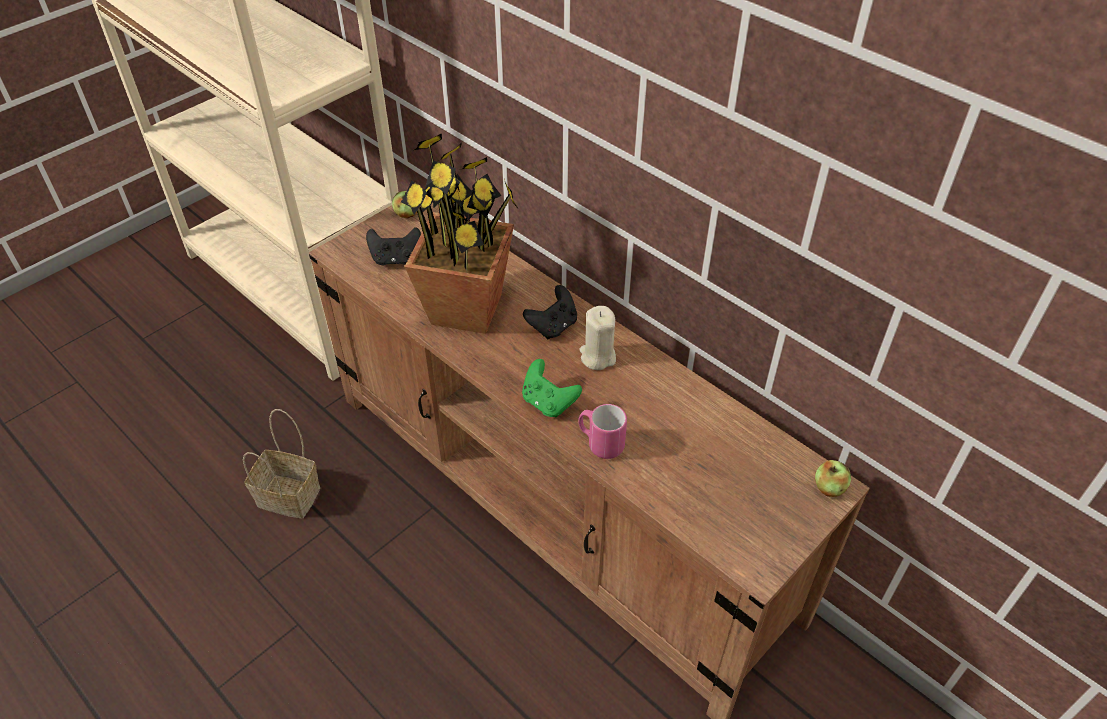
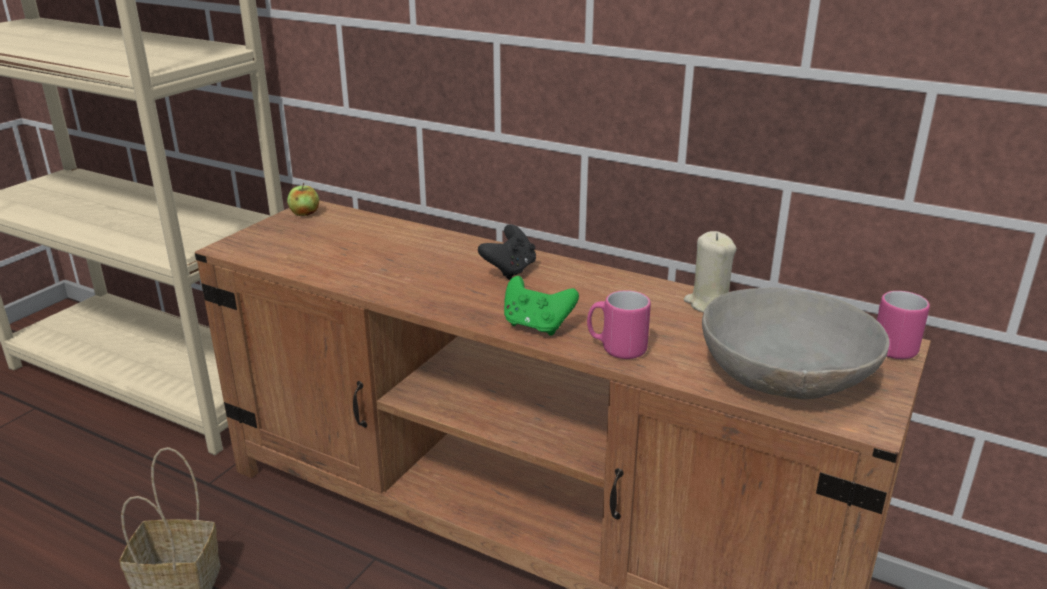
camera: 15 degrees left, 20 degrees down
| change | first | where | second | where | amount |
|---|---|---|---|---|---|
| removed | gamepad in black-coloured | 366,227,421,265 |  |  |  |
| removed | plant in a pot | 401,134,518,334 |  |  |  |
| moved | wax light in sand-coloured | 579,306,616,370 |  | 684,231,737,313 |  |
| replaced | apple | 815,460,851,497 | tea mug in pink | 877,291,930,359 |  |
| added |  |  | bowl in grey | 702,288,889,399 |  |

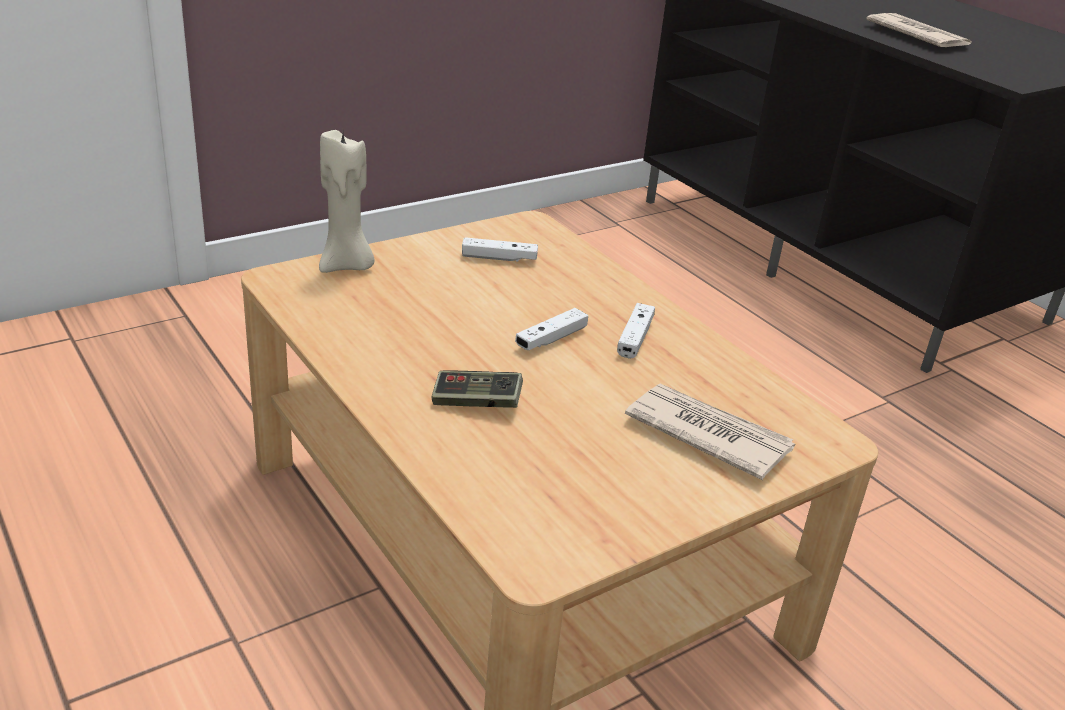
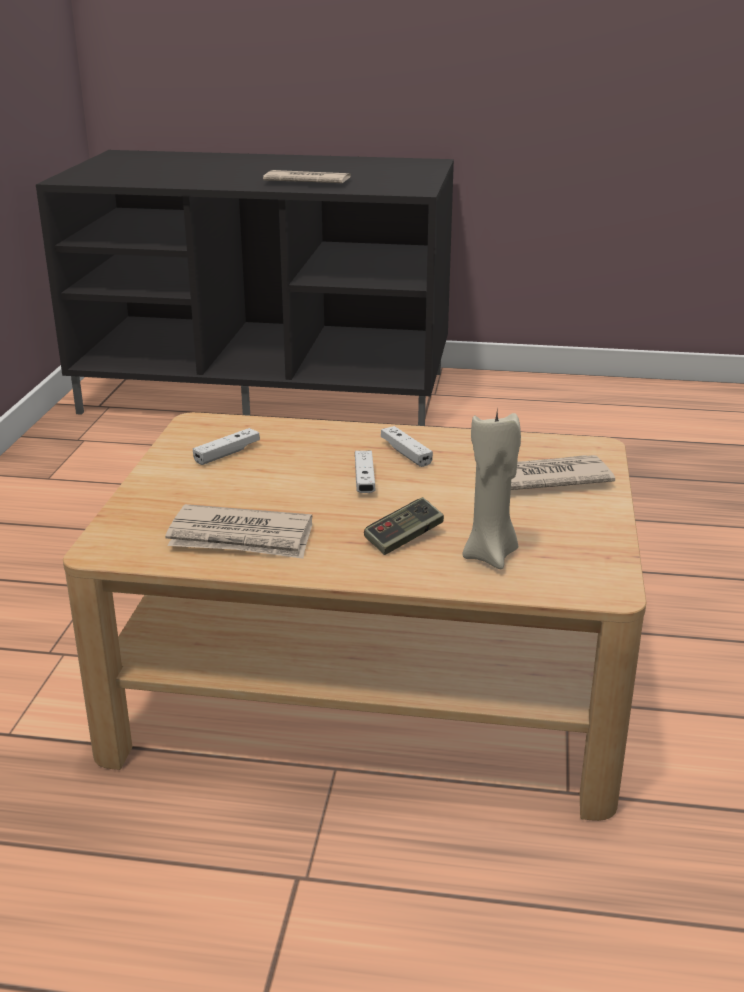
camera: 45 degrees left, 5 degrees down
| change | first | where | second | where | amount |
|---|---|---|---|---|---|
| moved | wax light in sand-coloured | 319,130,374,273 |  | 462,410,521,570 |  |
| added |  |  | newspaper | 165,504,312,559 |  |

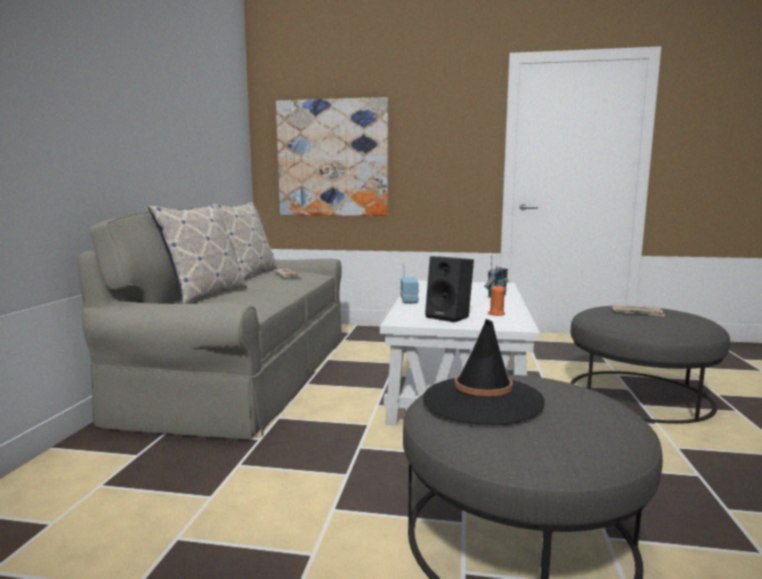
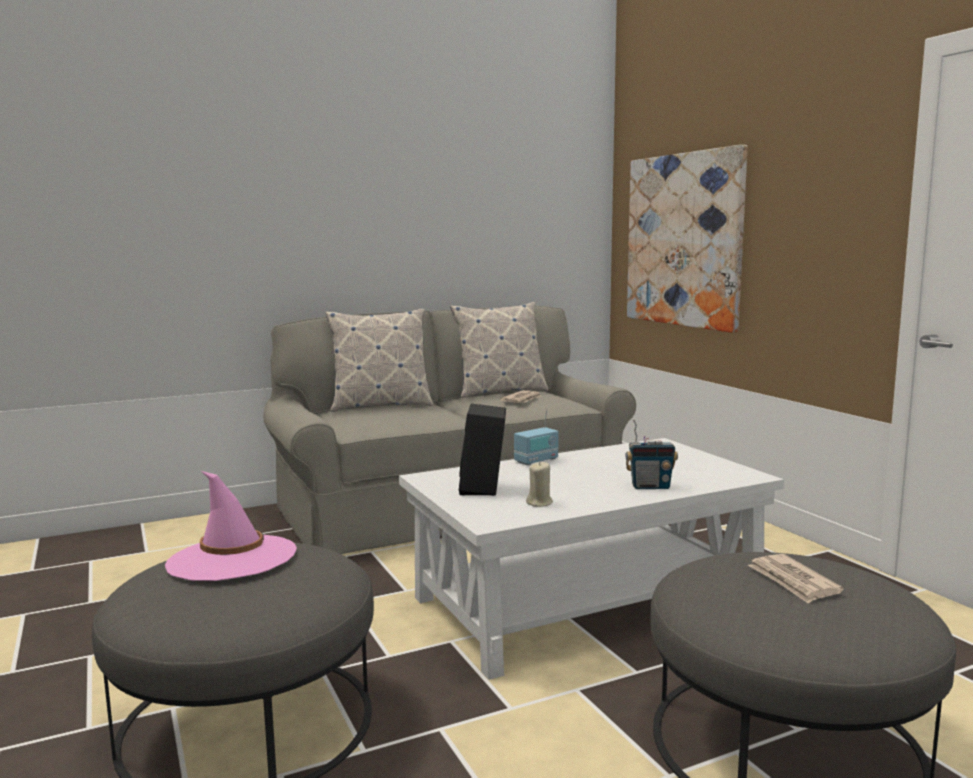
camera: 55 degrees right, 0 degrees up
| change | first | where | second | where | amount |
|---|---|---|---|---|---|
| recoloured | hat in black-coloured | 423,319,545,425 | hat in pink | 165,471,297,581 |  |
| recoloured | wax light in orange | 488,285,505,316 | wax light in sand-coloured | 526,462,553,507 |  |

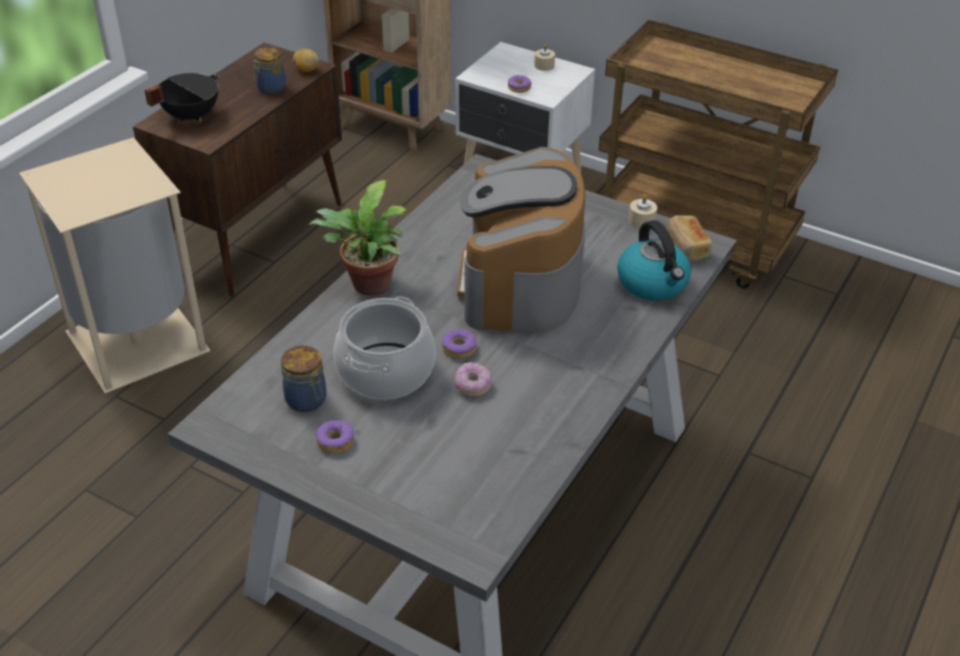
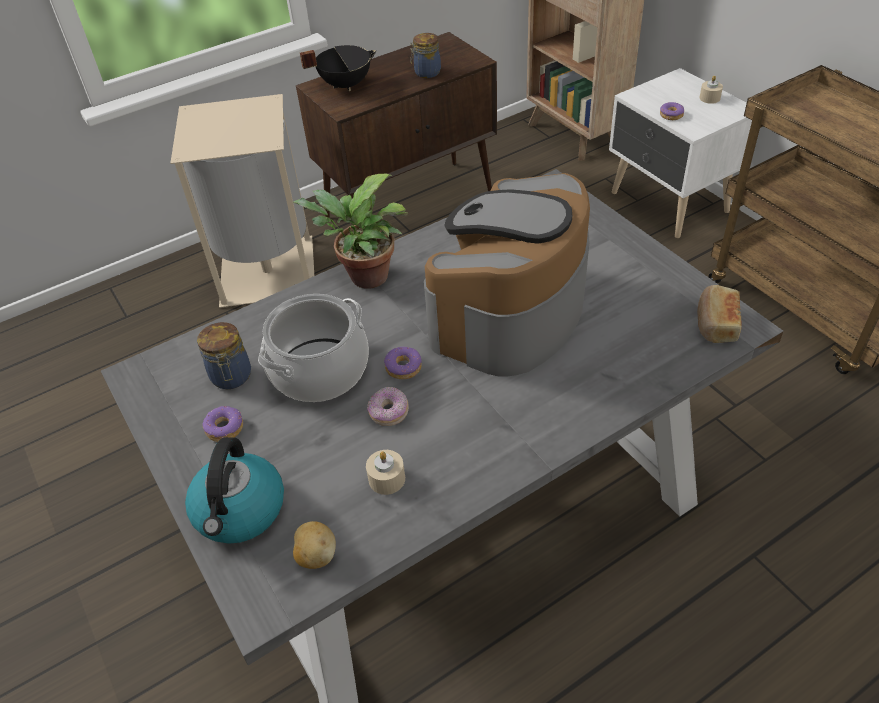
camera: 30 degrees right, 5 degrees up
| change | first | where | second | where | amount |
|---|---|---|---|---|---|
| moved | whole potato | 293,49,318,72 |  | 293,521,336,569 |  |
| moved | water kettle | 617,220,691,300 |  | 185,437,284,543 |  |
| moved | wax light in sand-coloured | 628,194,657,229 |  | 366,450,405,495 |  |

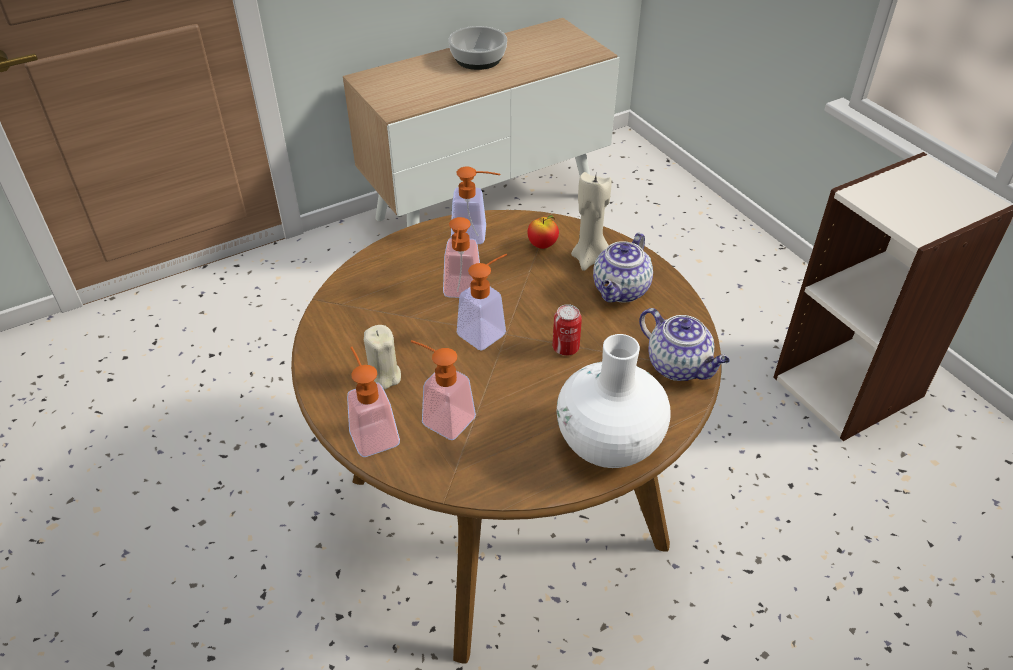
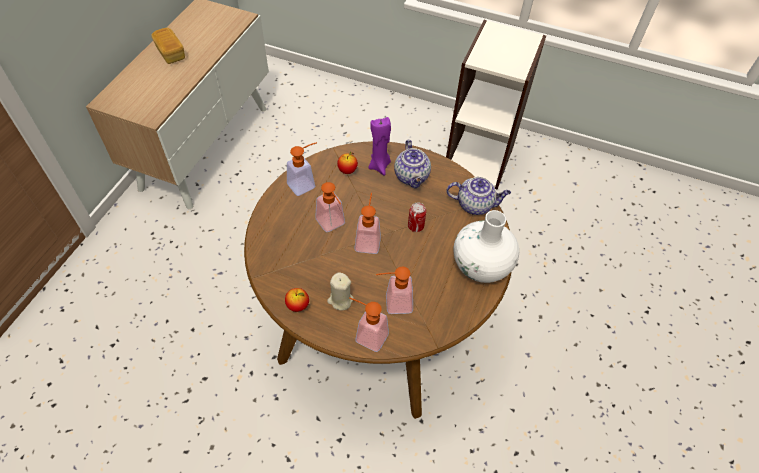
camera: 40 degrees left, 10 degrees up
| change | first | where | second | where | amount |
|---|---|---|---|---|---|
| replaced | bowl | 448,26,507,70 | bakery bread | 151,28,185,64 |  |
| recoloured | wax light in sand-coloured | 571,172,612,271 | wax light in purplish | 368,117,391,176 |  |
| added |  |  | apple | 285,288,309,312 |  |

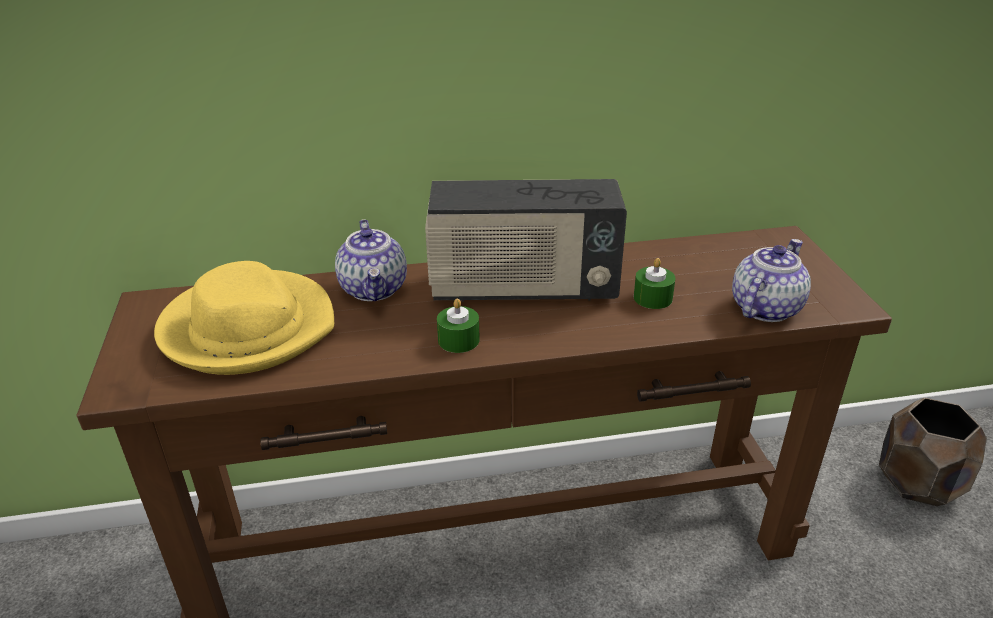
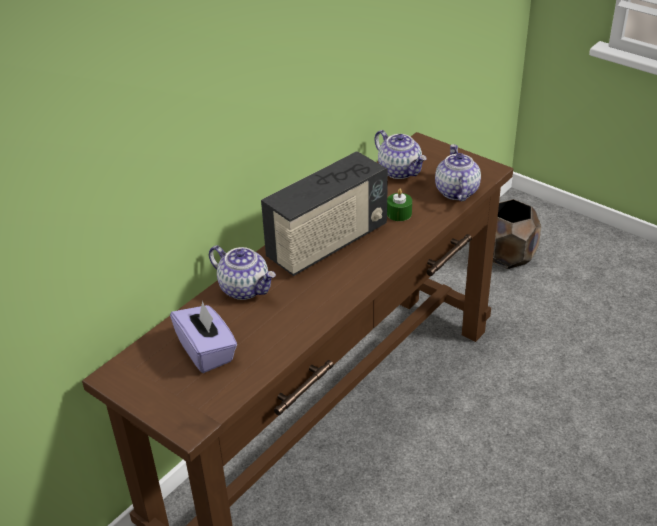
camera: 40 degrees left, 5 degrees up
| change | first | where | second | where | amount |
|---|---|---|---|---|---|
| replaced | hat in yellow-coloured | 154,261,334,375 | tissue box in purplish | 170,301,237,373 |  |
| removed | wax light in green | 437,298,480,353 |  |  |  |
| added |  |  | tea pot | 374,130,427,179 |  |

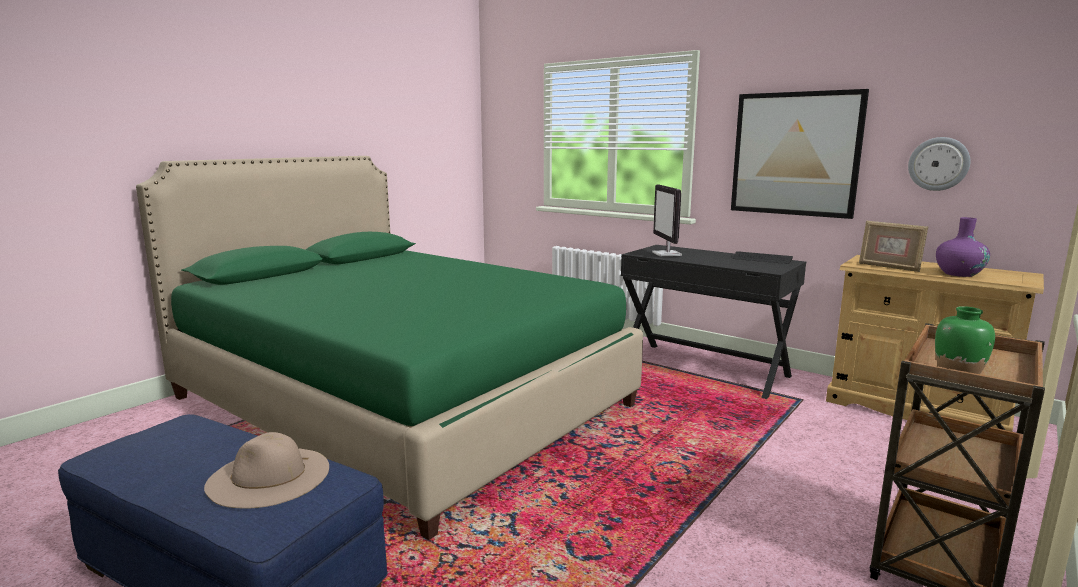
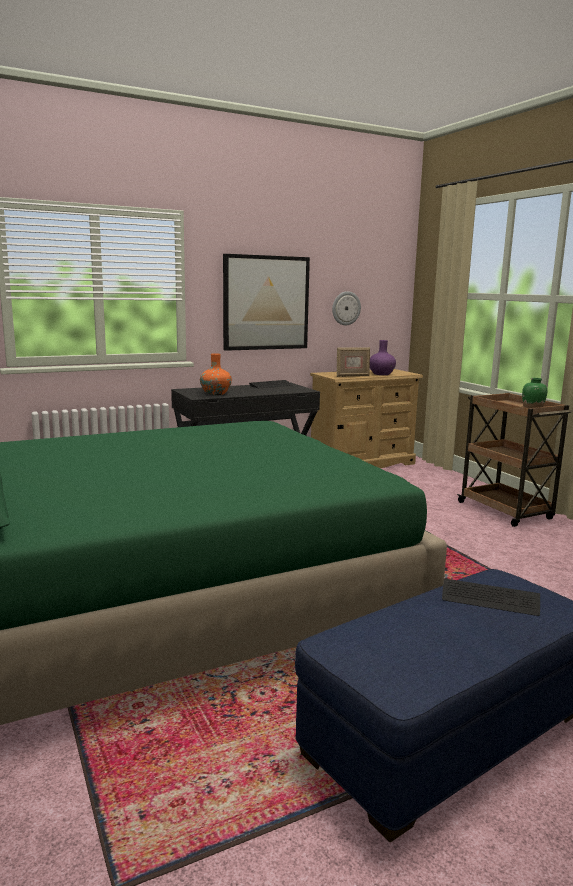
camera: 65 degrees left, 0 degrees up
| change | first | where | second | where | amount |
|---|---|---|---|---|---|
| replaced | hat in sand-coloured | 204,432,329,509 | PC keyboard | 442,578,540,616 |  |
| replaced | monitor | 652,185,682,256 | vase in orange | 200,353,232,395 |  |

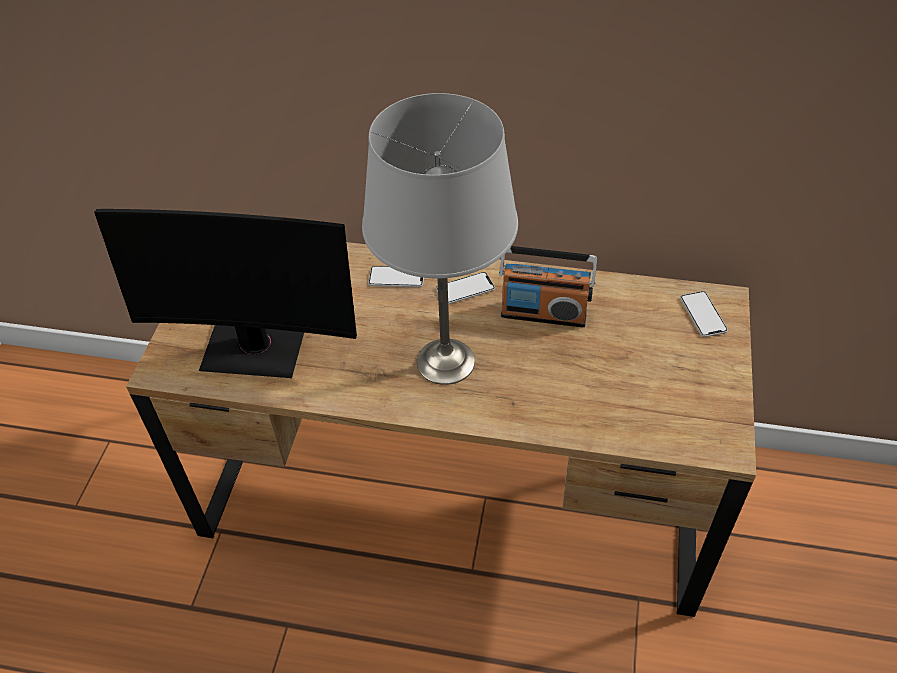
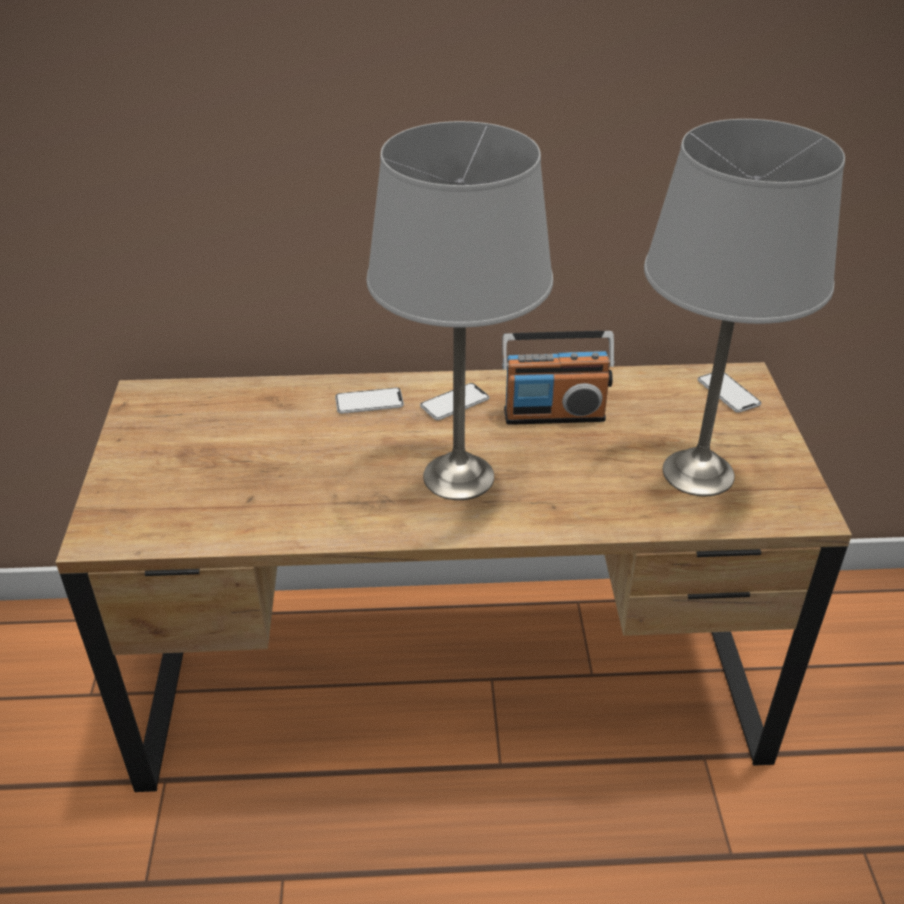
camera: 15 degrees left, 10 degrees down
| change | first | where | second | where | amount |
|---|---|---|---|---|---|
| removed | monitor | 94,209,357,378 |  |  |  |
| added |  |  | table lamp in grey | 644,119,845,496 |  |

